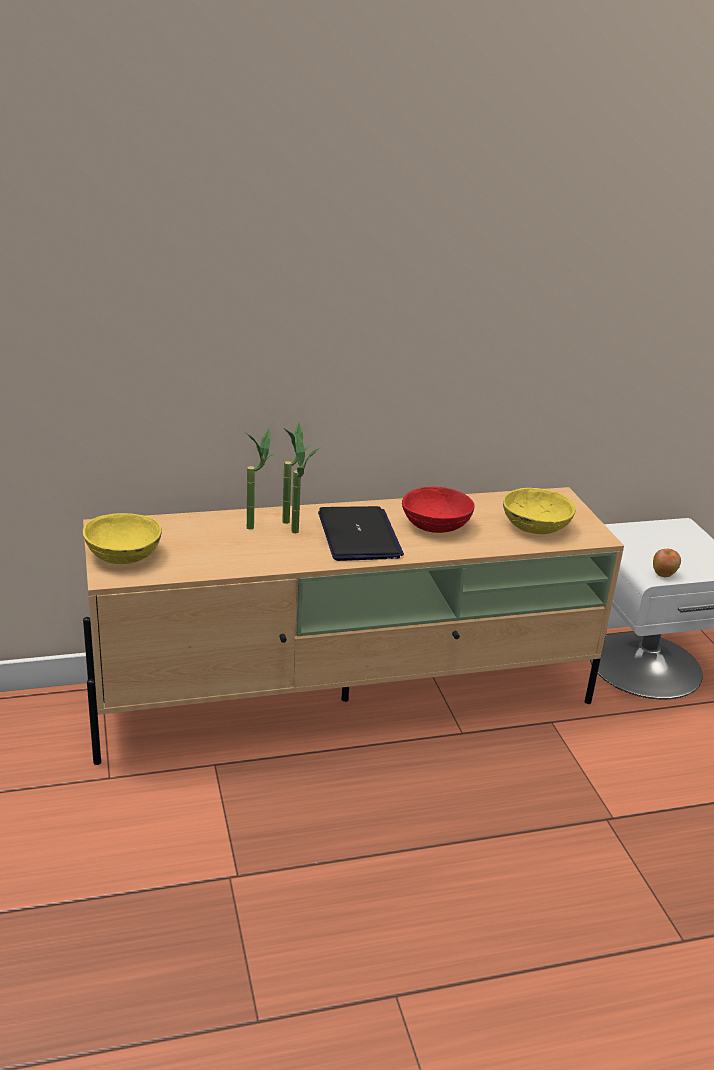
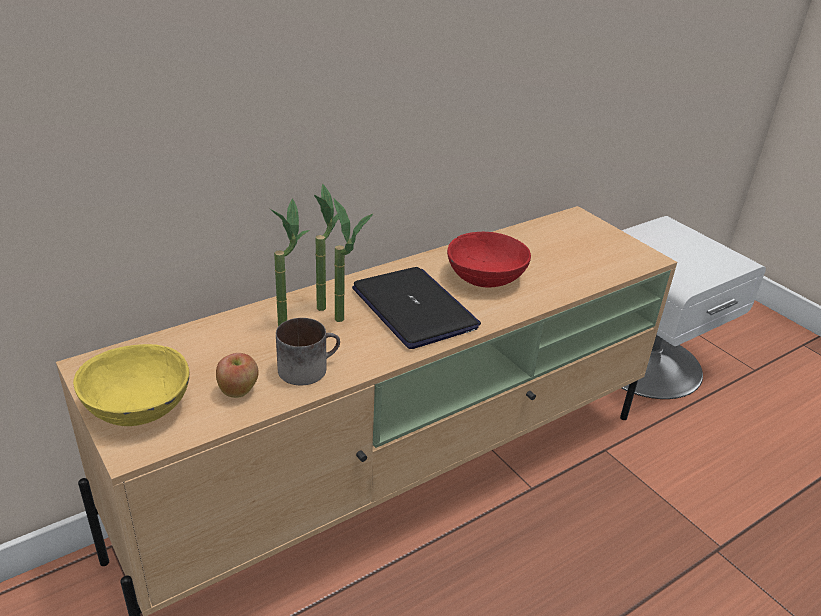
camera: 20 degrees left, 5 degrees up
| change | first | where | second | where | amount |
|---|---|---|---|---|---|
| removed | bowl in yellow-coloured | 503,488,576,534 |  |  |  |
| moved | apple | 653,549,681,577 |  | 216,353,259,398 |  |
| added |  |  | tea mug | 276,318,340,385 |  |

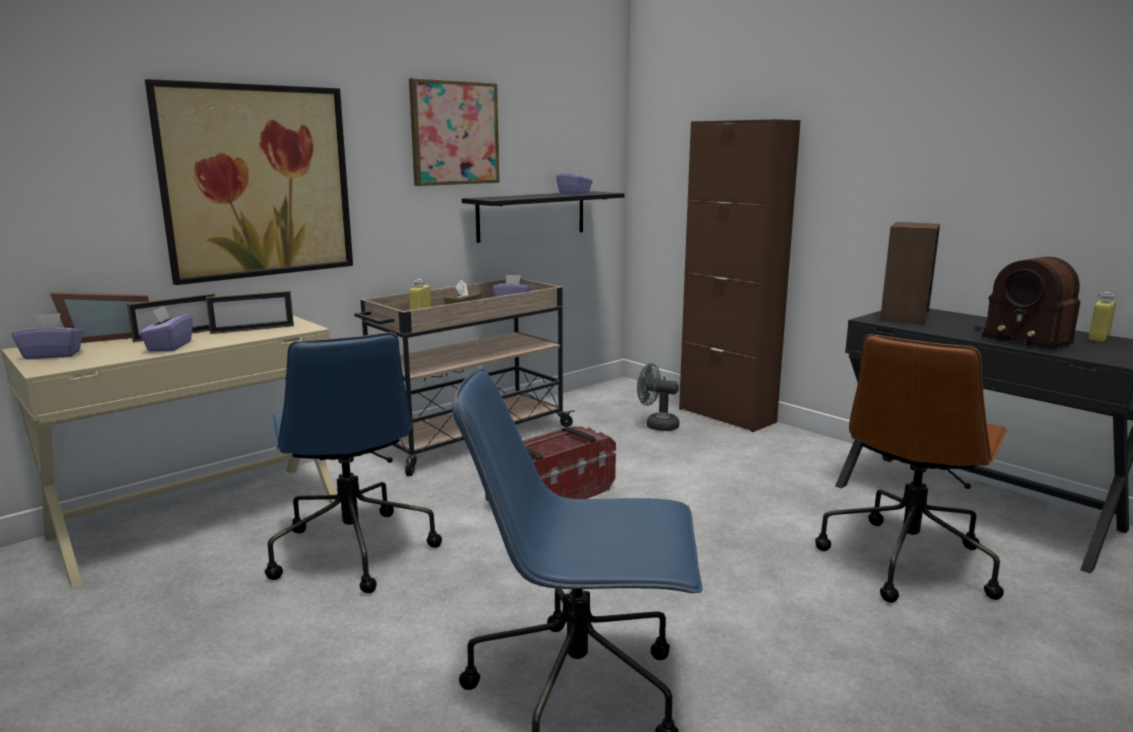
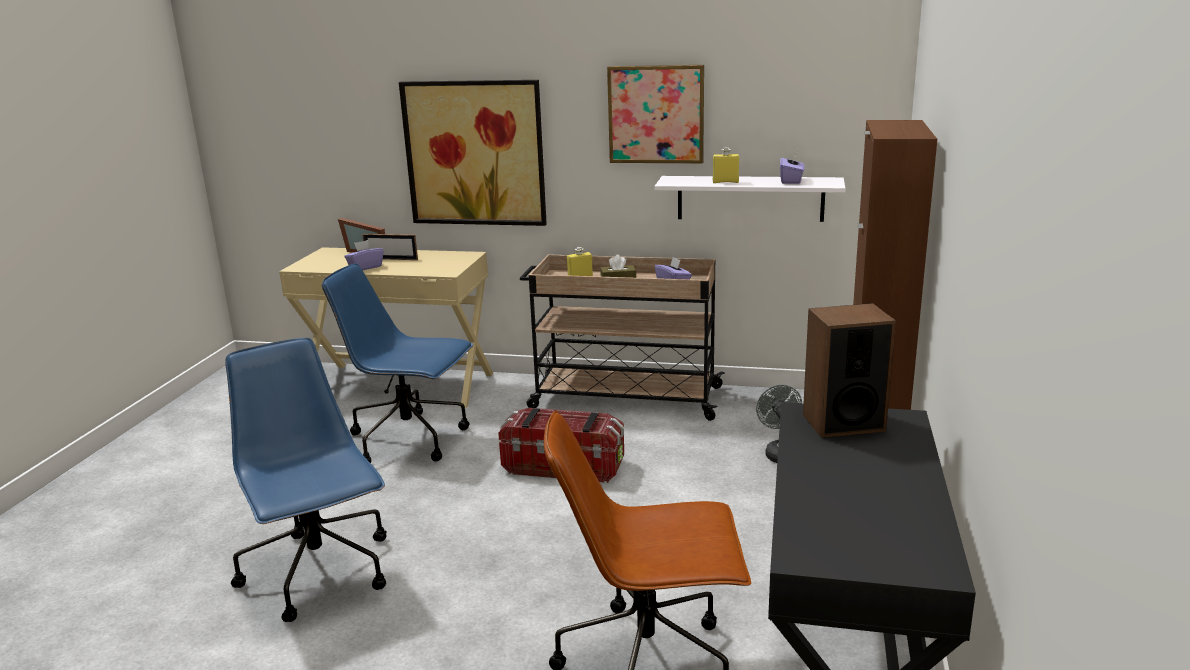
camera: 55 degrees right, 5 degrees up
| change | first | where | second | where | amount |
|---|---|---|---|---|---|
| removed | tissue box in purplish | 12,313,83,359 |  |  |  |
| removed | standing frame | 206,291,294,334 |  |  |  |
| turned | desk chair in blue-coloured | 265,332,442,593 |  | 322,263,473,463 | 75 degrees clockwise |
| recoloured | shelf in black-coloured | 462,191,625,243 | shelf in whitish | 654,176,846,222 |  |
| removed | radio set | 975,257,1080,350 |  |  |  |
| moved | beverage bottle in yellow-coloured | 1089,292,1116,342 |  | 713,147,739,183 |  |

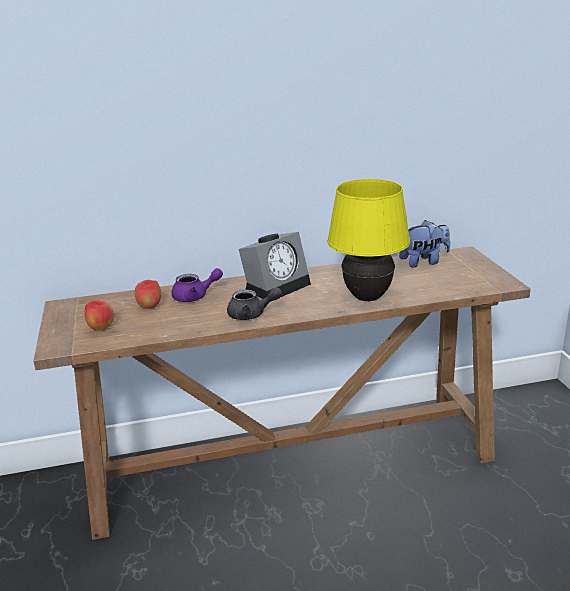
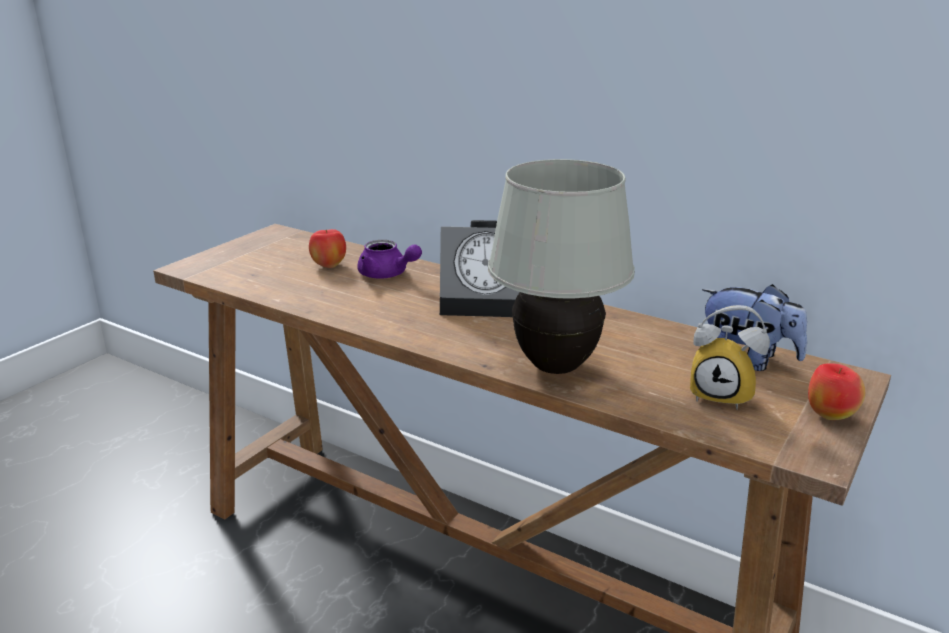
camera: 45 degrees right, 0 degrees up
| change | first | where | second | where | amount |
|---|---|---|---|---|---|
| moved | apple | 84,300,114,331 |  | 808,363,865,420 |  |
| removed | tea pot in grey | 227,287,282,320 |  |  |  |
| recoloured | table lamp in yellow-coloured | 327,179,410,301 | table lamp in whitish | 488,159,635,374 |  |
| added |  |  | table clock | 690,305,770,410 |  |

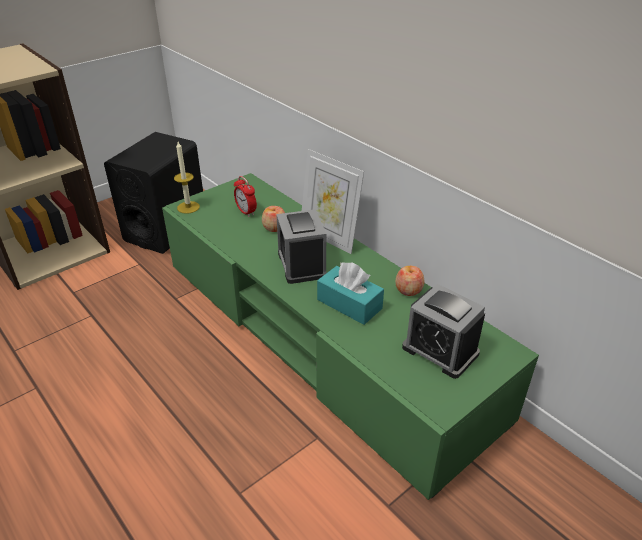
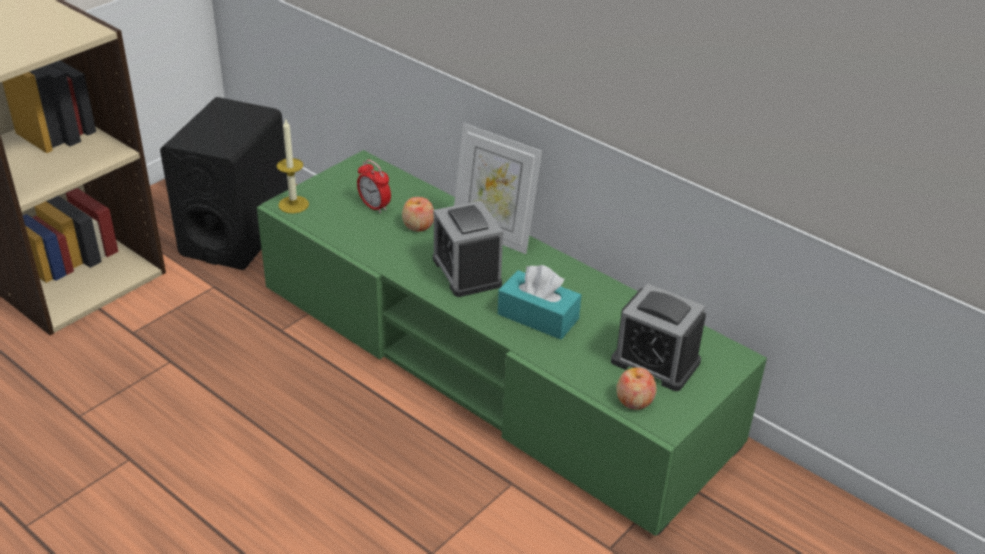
camera: 10 degrees left, 0 degrees up
| change | first | where | second | where | amount |
|---|---|---|---|---|---|
| moved | apple | 395,266,425,296 |  | 616,367,657,410 |  |

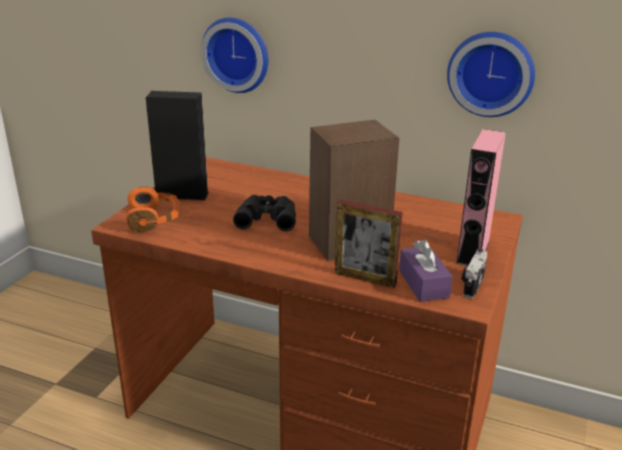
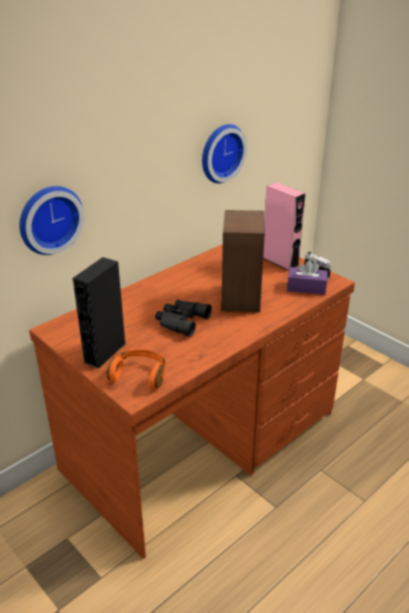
camera: 65 degrees left, 5 degrees up
| change | first | where | second | where | amount |
|---|---|---|---|---|---|
| removed | standing frame | 335,200,403,288 |  |  |  |

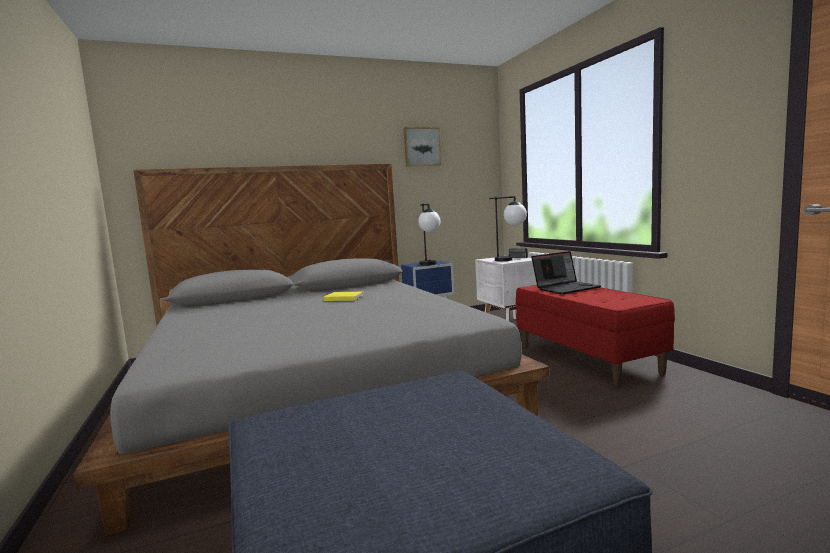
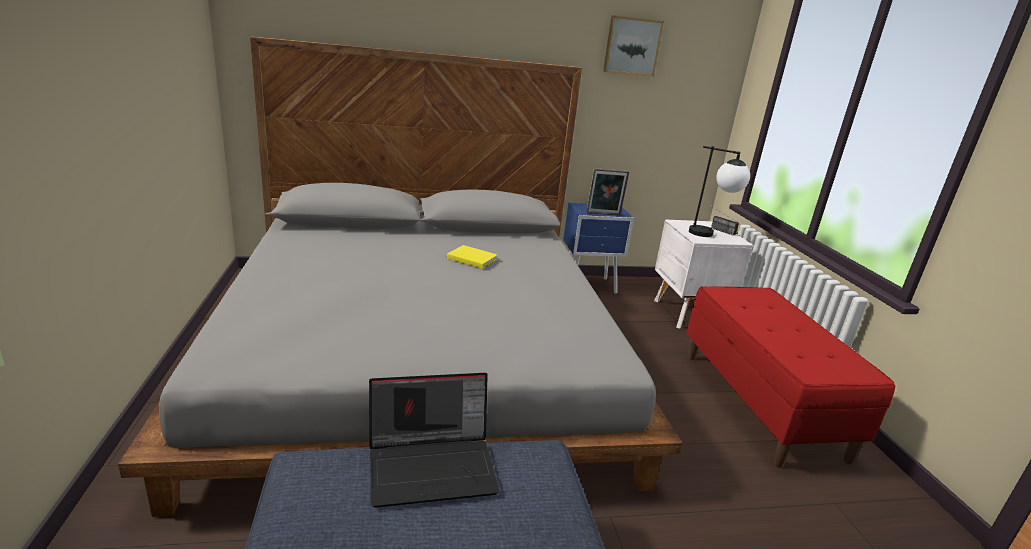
camera: 10 degrees right, 15 degrees up
| change | first | where | second | where | amount |
|---|---|---|---|---|---|
| replaced | table lamp | 418,204,440,265 | standing frame | 586,168,629,215 |  |
| moved | portable computer | 531,251,601,294 |  | 369,373,499,508 |  |

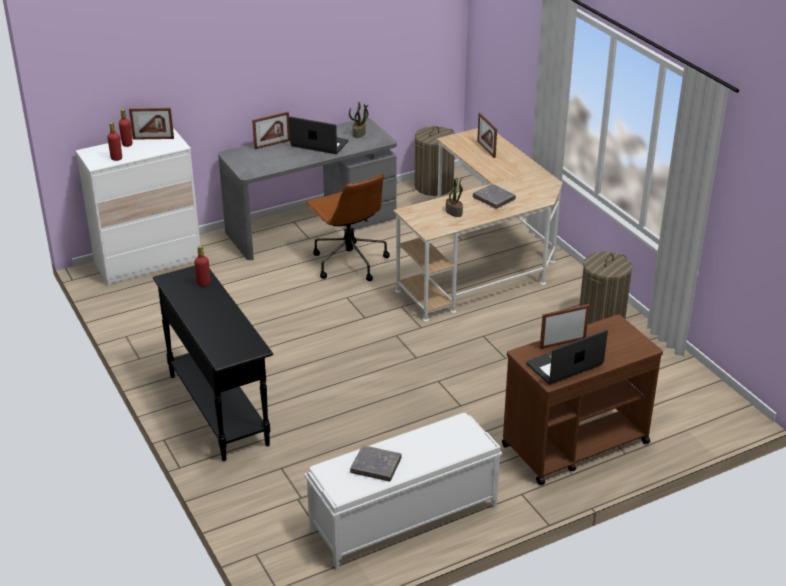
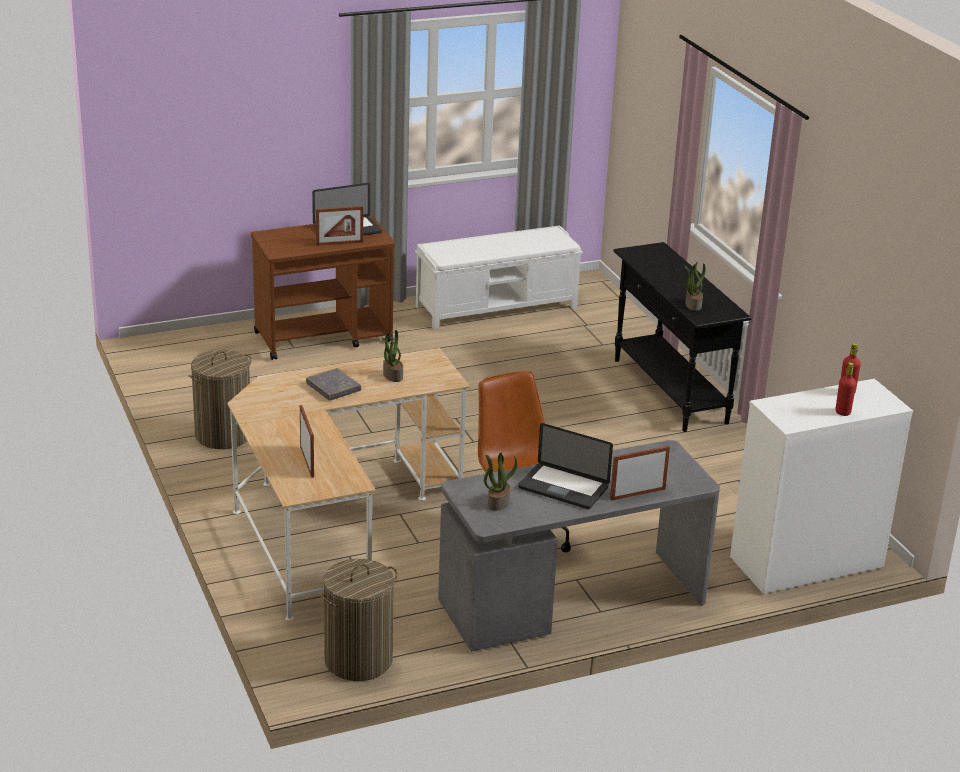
camera: 175 degrees left, 5 degrees down
| change | first | where | second | where | amount |
|---|---|---|---|---|---|
| removed | standing frame | 129,108,174,140 |  |  |  |
| replaced | beverage bottle in red-coloured | 194,245,211,287 | plant in a pot | 685,262,705,311 |  |
| removed | volume in grey | 350,445,402,481 |  |  |  |

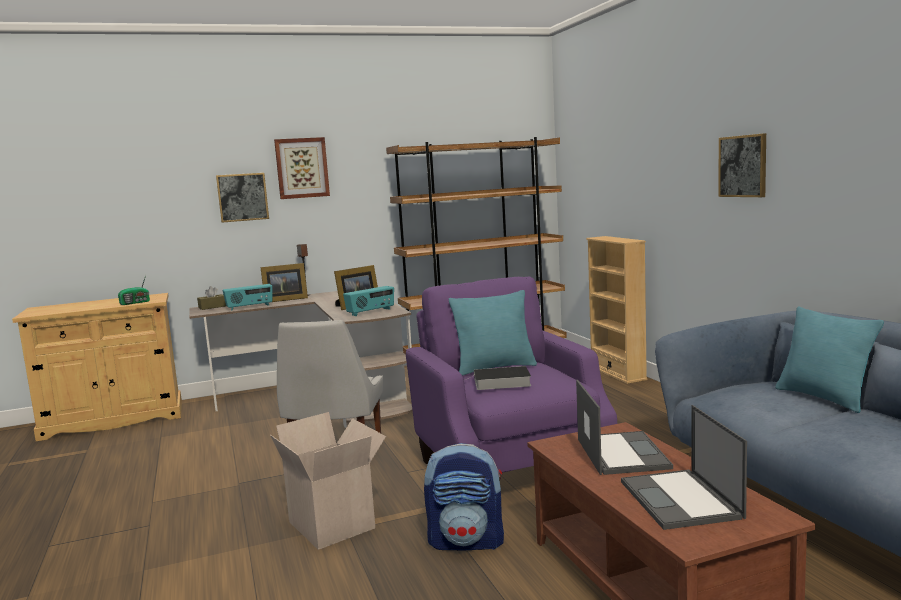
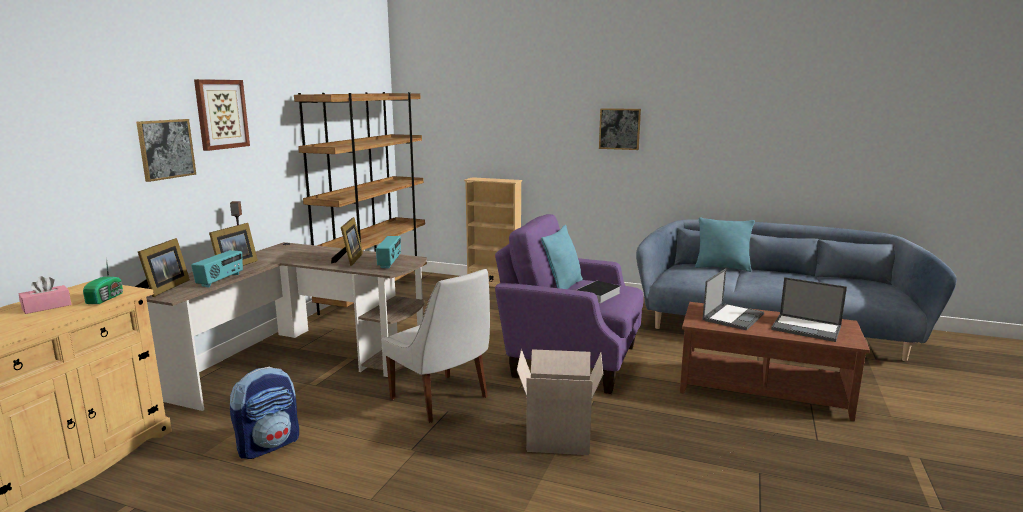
camera: 50 degrees left, 5 degrees up
| change | first | where | second | where | amount |
|---|---|---|---|---|---|
| replaced | tissue box in brownish | 197,286,226,310 | standing frame | 135,238,190,297 |  |
| moved | rucksack | 424,443,504,550 |  | 230,367,299,459 |  |
| turned | portable computer | 576,380,673,475 |  | 702,268,764,330 | 90 degrees clockwise |
| added |  |  | tissue box in pink | 19,276,72,314 |  |

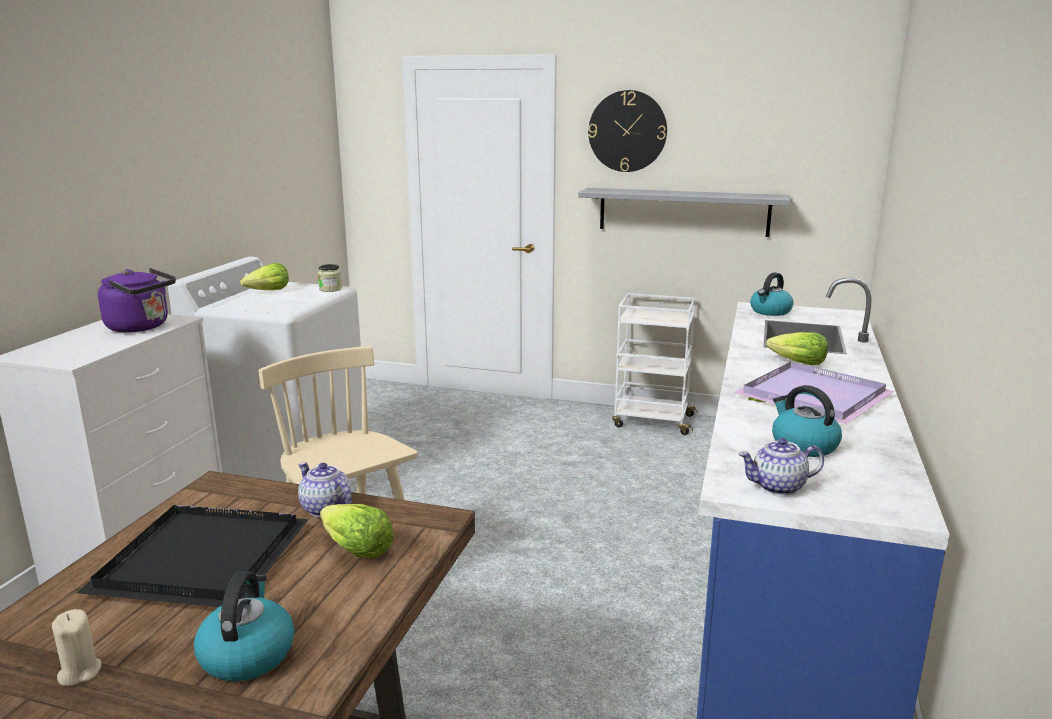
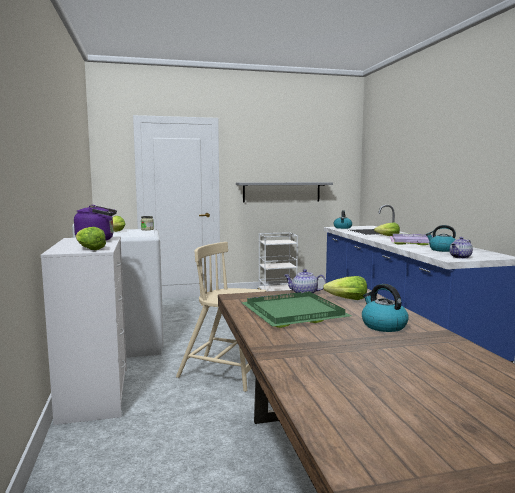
camera: 30 degrees left, 10 degrees down
| change | first | where | second | where | amount |
|---|---|---|---|---|---|
| removed | wax light in sand-coloured | 52,609,102,686 |  |  |  |
| recoloured | serving tray in black-coloured | 76,505,309,607 | serving tray in green | 241,292,352,328 |  |
| removed | hanging clock | 588,90,667,172 |  |  |  |
| added |  |  | lettuce | 76,227,106,250 |  |

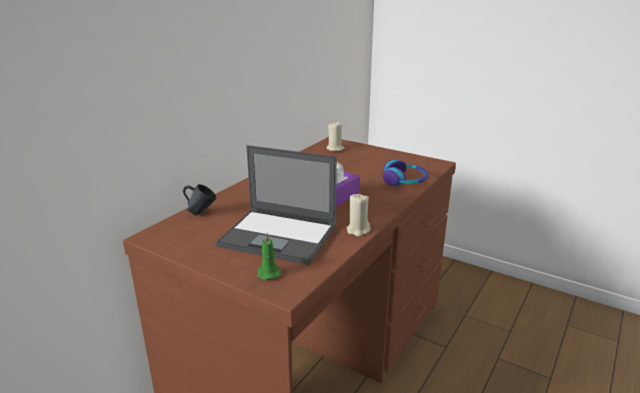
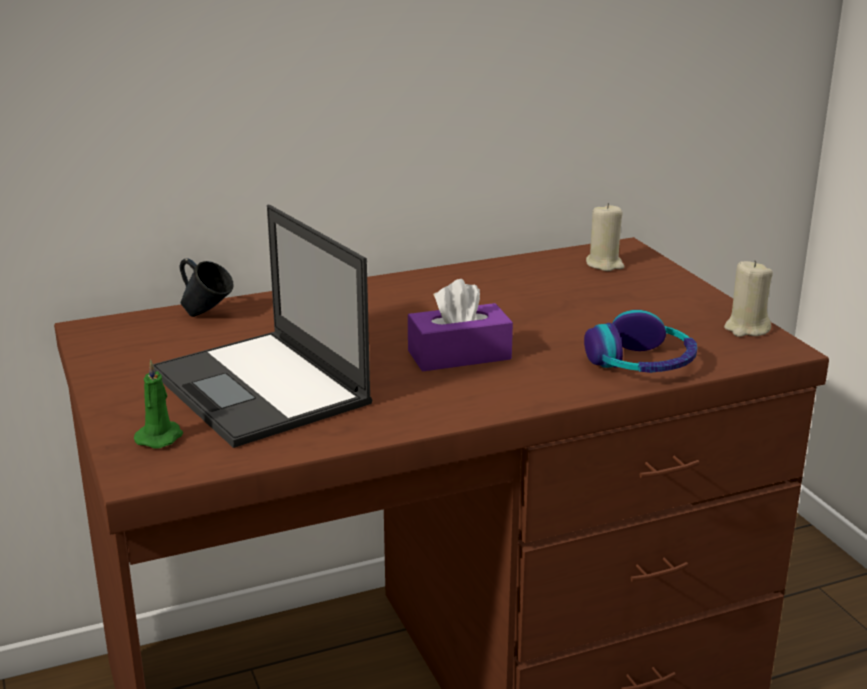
camera: 35 degrees right, 0 degrees up
| change | first | where | second | where | amount |
|---|---|---|---|---|---|
| moved | wax light in sand-coloured | 347,193,371,237 |  | 724,260,773,337 |  |

